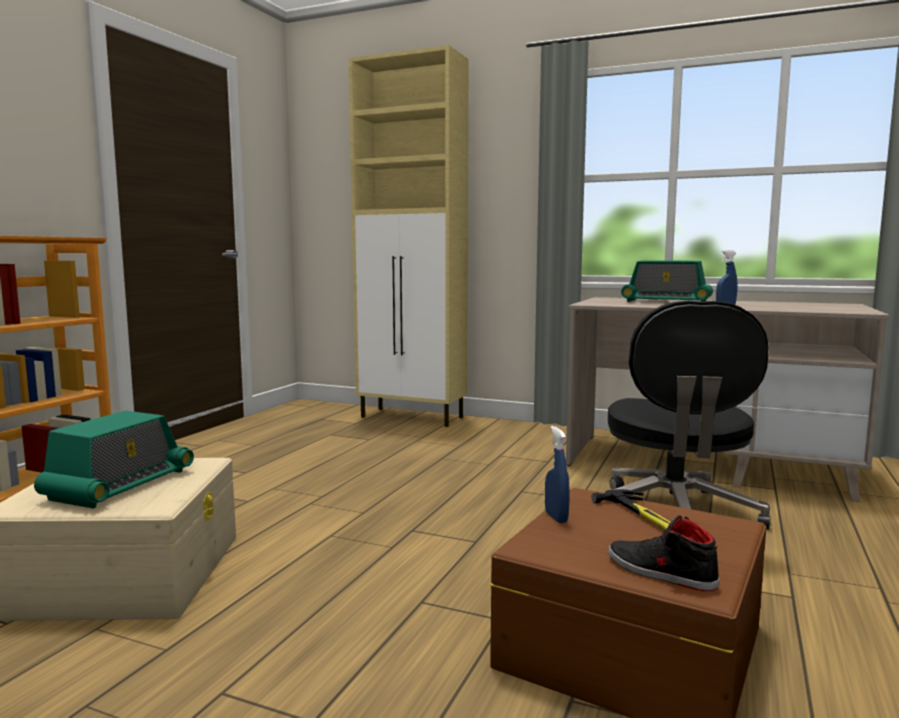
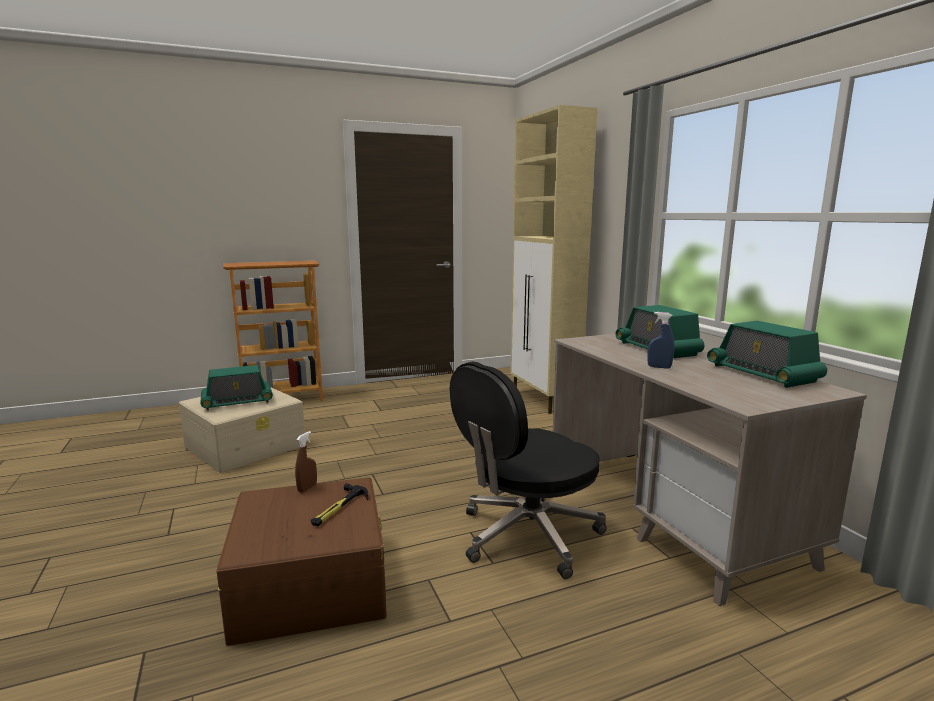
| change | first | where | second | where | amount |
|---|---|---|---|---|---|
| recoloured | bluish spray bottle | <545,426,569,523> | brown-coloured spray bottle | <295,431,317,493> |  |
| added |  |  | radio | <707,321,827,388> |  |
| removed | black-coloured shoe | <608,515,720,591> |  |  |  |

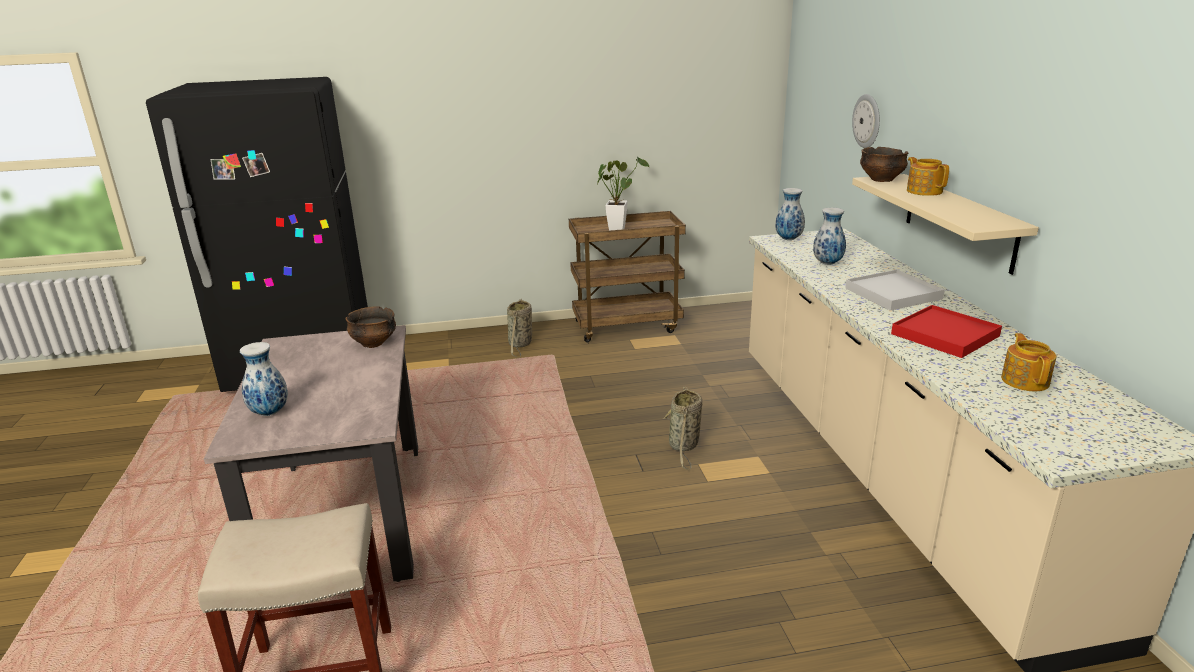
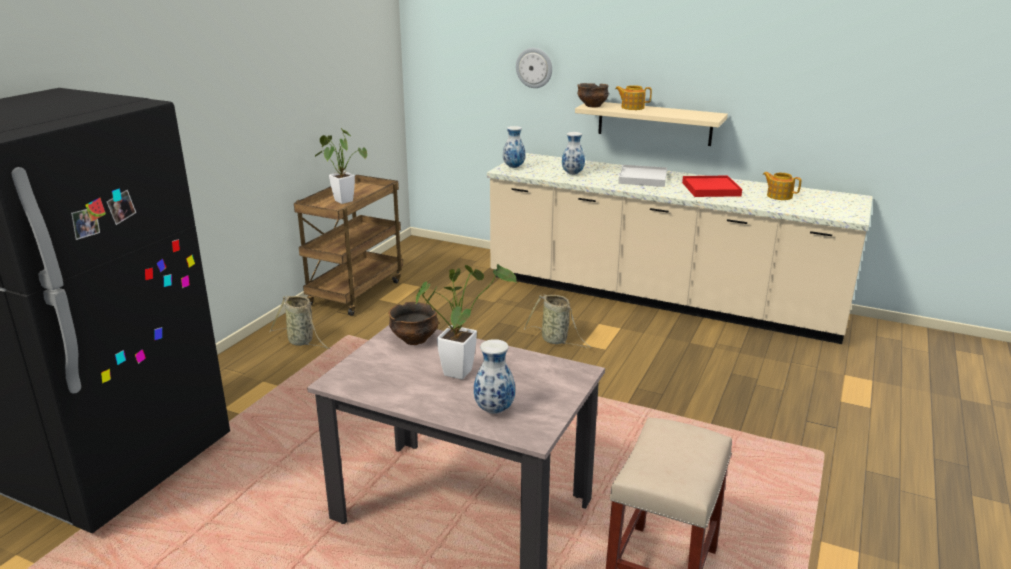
| change | first | where | second | where | amount |
|---|---|---|---|---|---|
| added |  |  | potted plant | <416,264,517,379> |  |

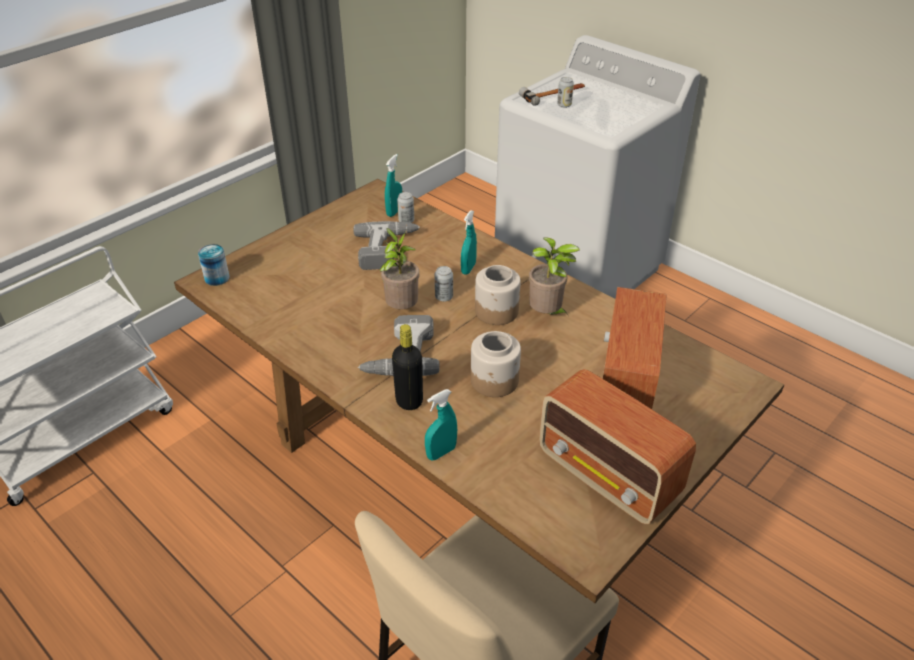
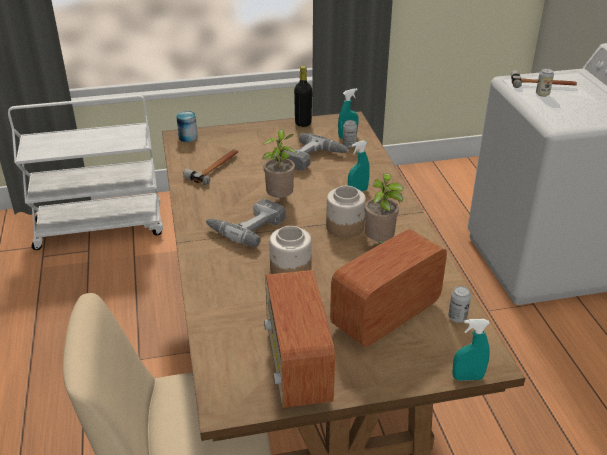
| change | first | where | second | where | amount |
|---|---|---|---|---|---|
| added |  |  | hand hammer | <183,149,239,185> |  |
| moved | black-coloured beverage bottle | <392,324,423,410> |  | <294,66,312,127> |  |
| moved | sealed can | <435,266,453,302> |  | <448,286,471,323> |  |
| moved | turquoise-coloured spray bottle | <425,389,457,460> |  | <452,319,490,381> |  |

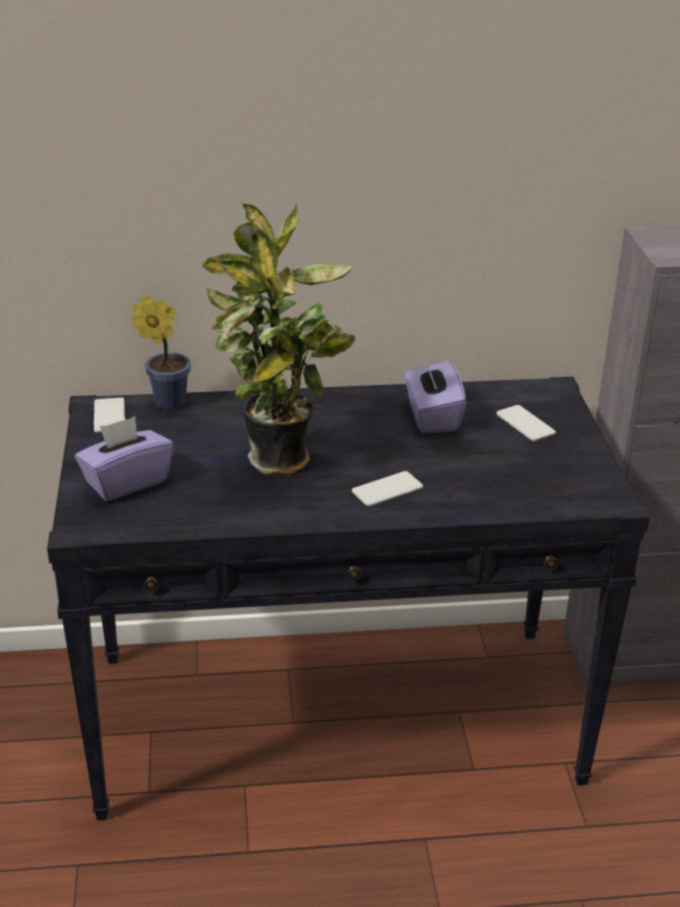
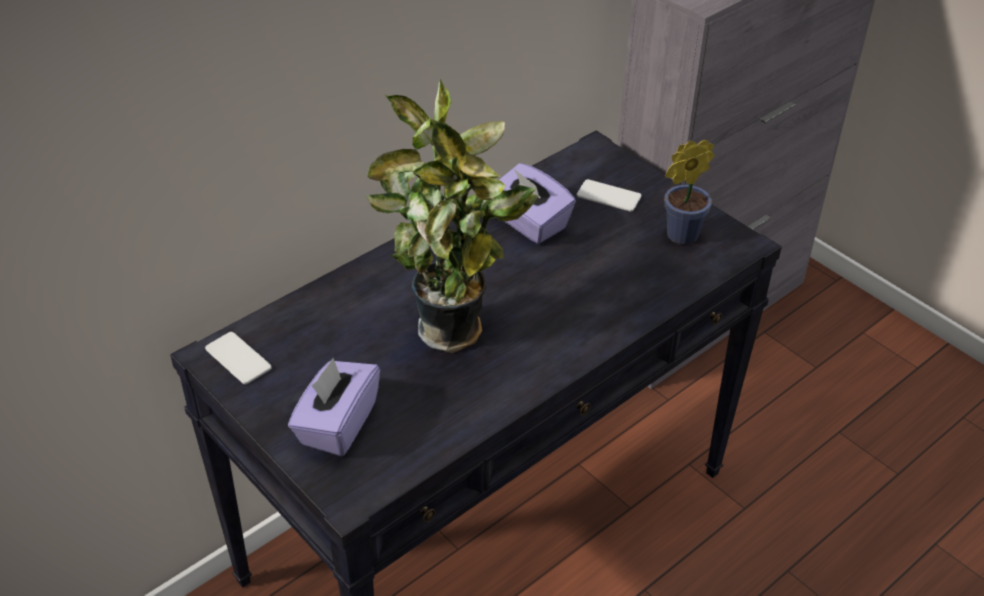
| change | first | where | second | where | amount |
|---|---|---|---|---|---|
| moved | potted plant | <131,295,191,410> |  | <664,140,715,245> |  |
| removed | phone | <352,471,423,506> |  |  |  |

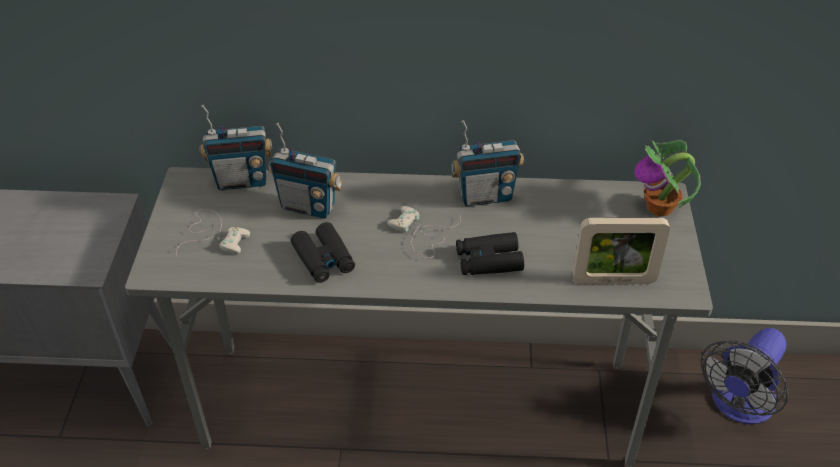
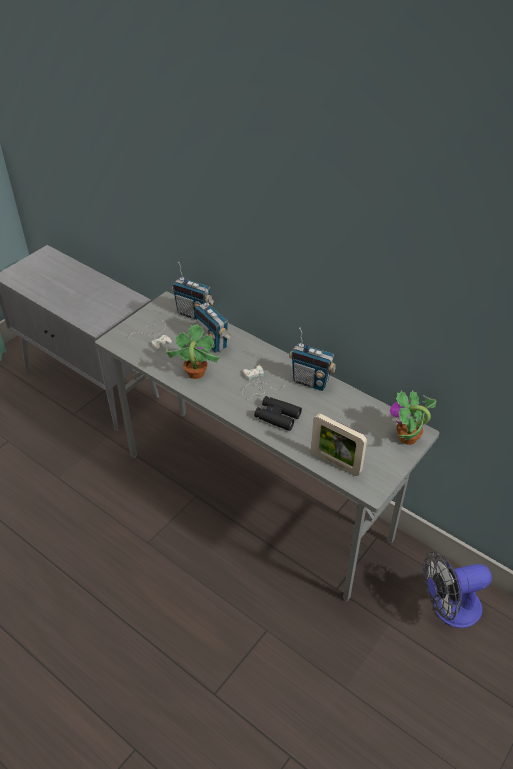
| change | first | where | second | where | amount |
|---|---|---|---|---|---|
| replaced | black-coloured field glasses | <291,222,355,283> | potted plant | <166,324,223,379> |  |

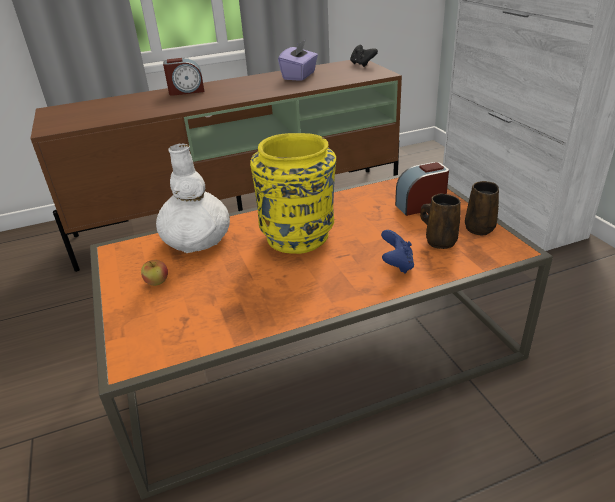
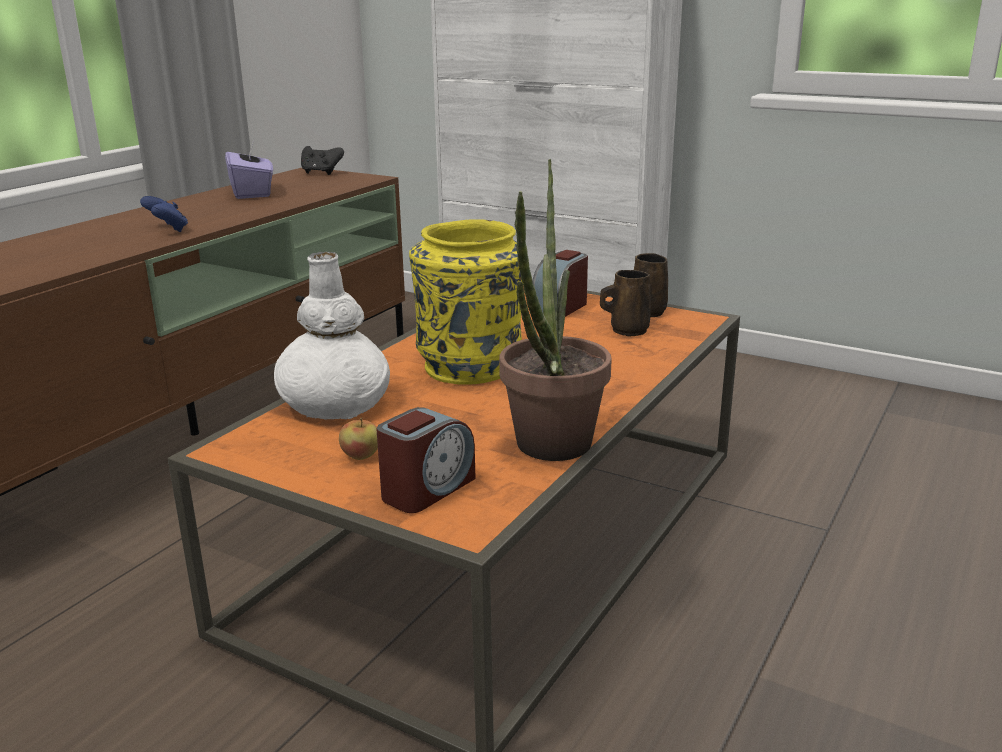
| change | first | where | second | where | amount |
|---|---|---|---|---|---|
| moved | bluish game controller | <381,230,414,274> |  | <140,196,188,232> |  |
| moved | alarm clock | <163,58,204,96> |  | <376,407,476,513> |  |
| added |  |  | potted plant | <499,159,612,461> |  |

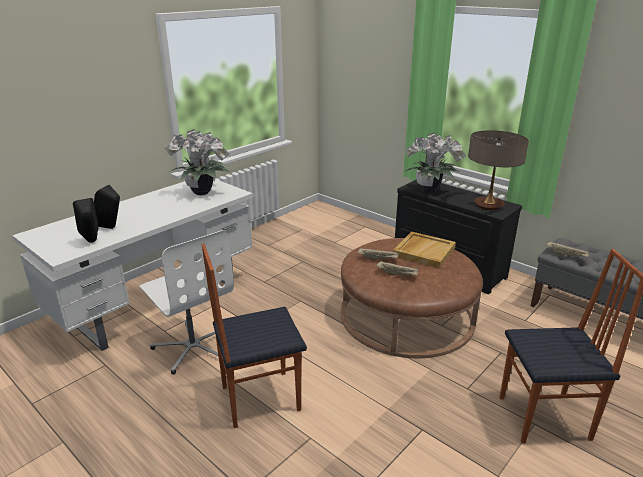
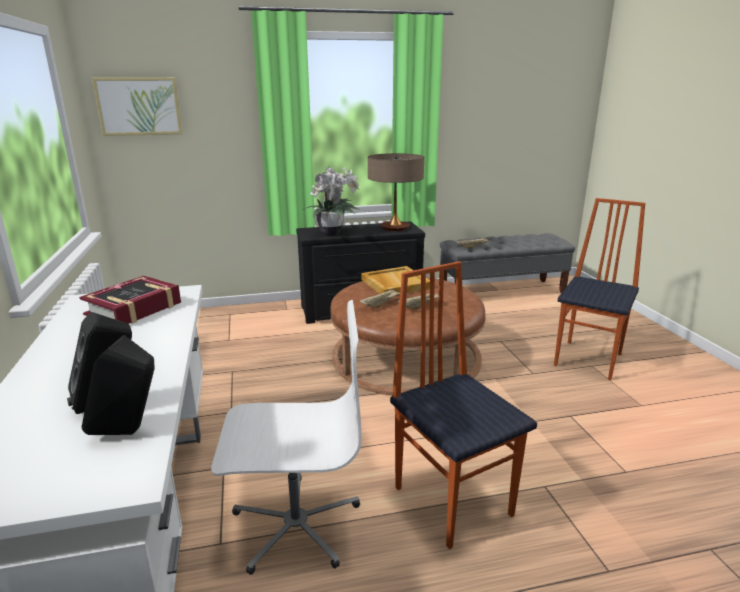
| change | first | where | second | where | amount |
|---|---|---|---|---|---|
| replaced | potted plant | <165,129,229,195> | bound book | <79,276,181,324> |  |
| added |  |  | wall picture | <92,77,183,136> |  |
| turned | plain chair | <202,244,307,428> |  | <390,261,537,549> | 135 degrees clockwise |

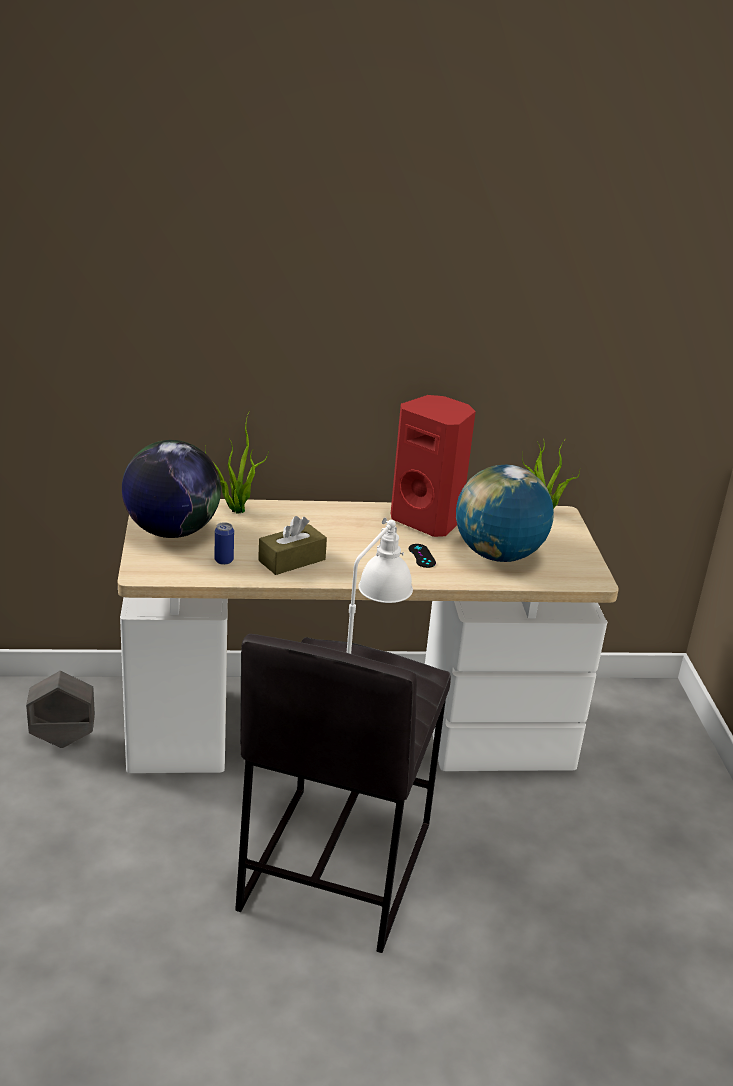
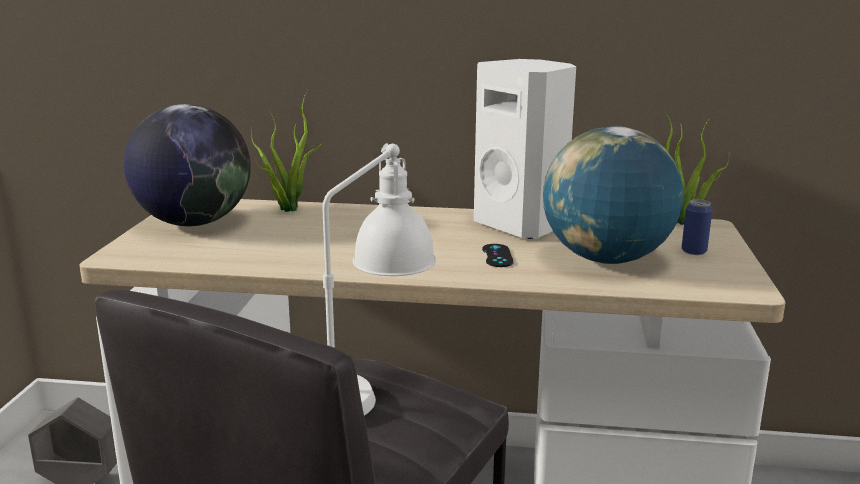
| change | first | where | second | where | amount |
|---|---|---|---|---|---|
| recoloured | red-coloured speaker | <391,395,476,537> | whitish speaker | <474,59,576,239> |  |
| moved | sealed can | <215,522,234,565> |  | <682,199,712,255> |  |
| removed | brown-coloured tissue holder | <258,516,327,575> |  |  |  |

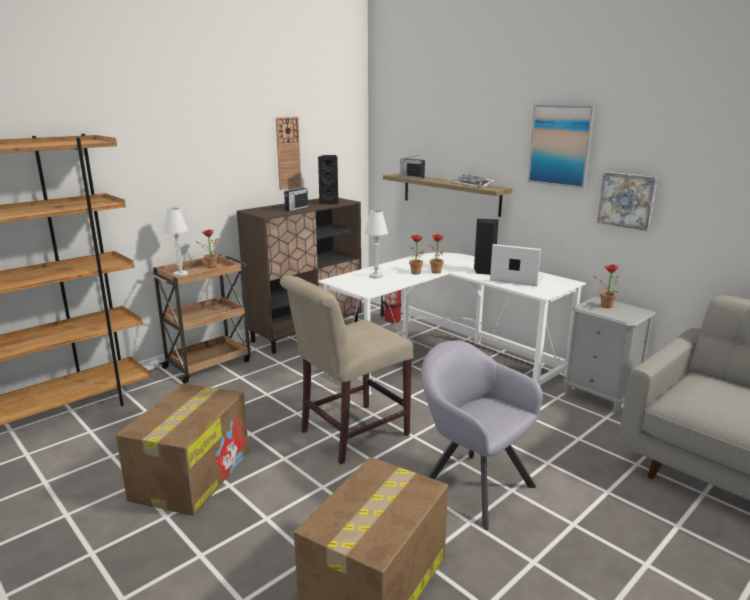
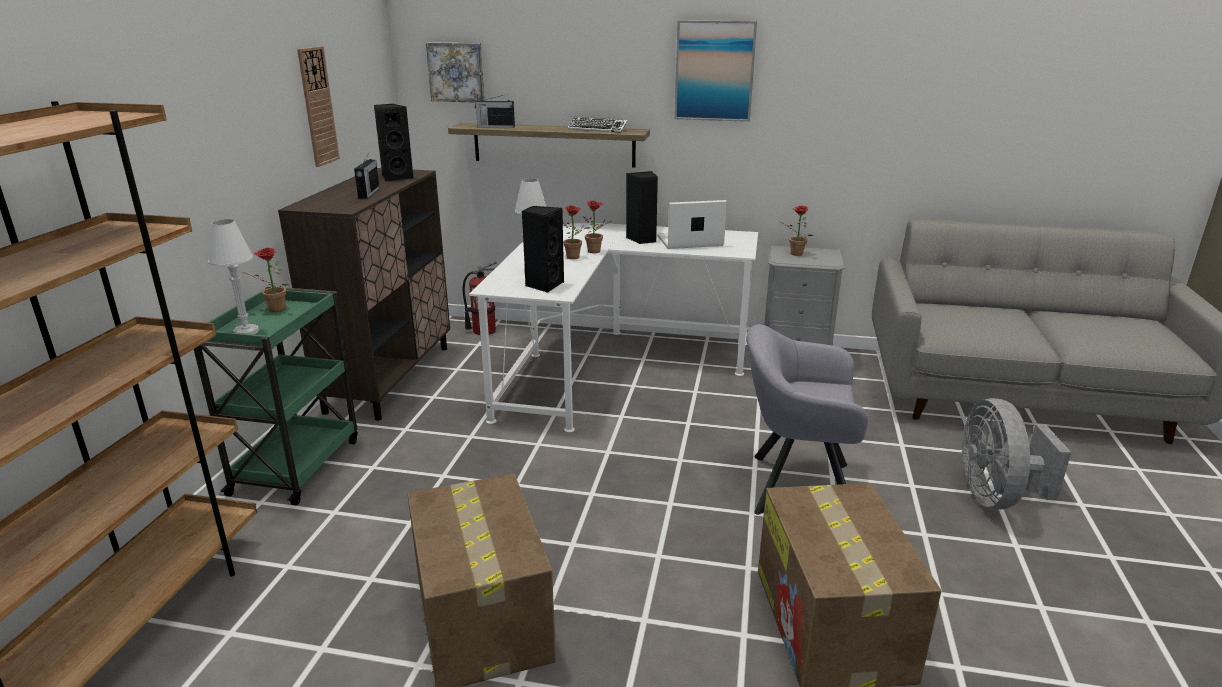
| change | first | where | second | where | amount |
|---|---|---|---|---|---|
| recoloured | brown-coloured wheeled cart | <147,254,251,383> | greenish wheeled cart | <194,287,358,505> |  |
| moved | wall picture | <597,172,658,231> |  | <426,42,485,103> |  |
| added |  |  | black-coloured speaker | <522,206,564,293> |  |
| added |  |  | grey cooling fan | <962,398,1071,510> |  |
| removed | beige-coloured plain chair | <280,275,413,464> |  |  |  |

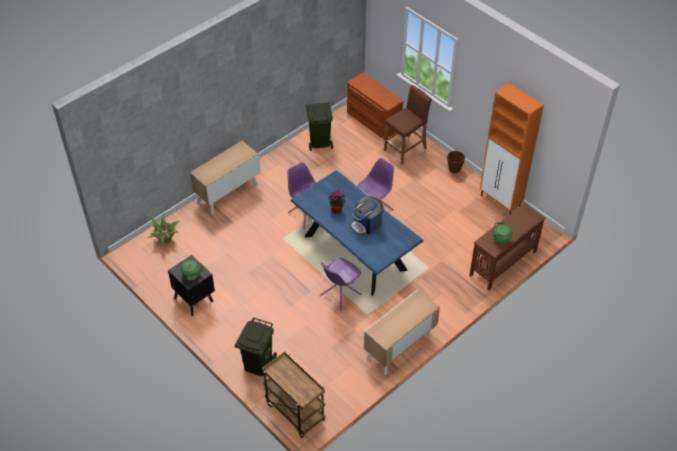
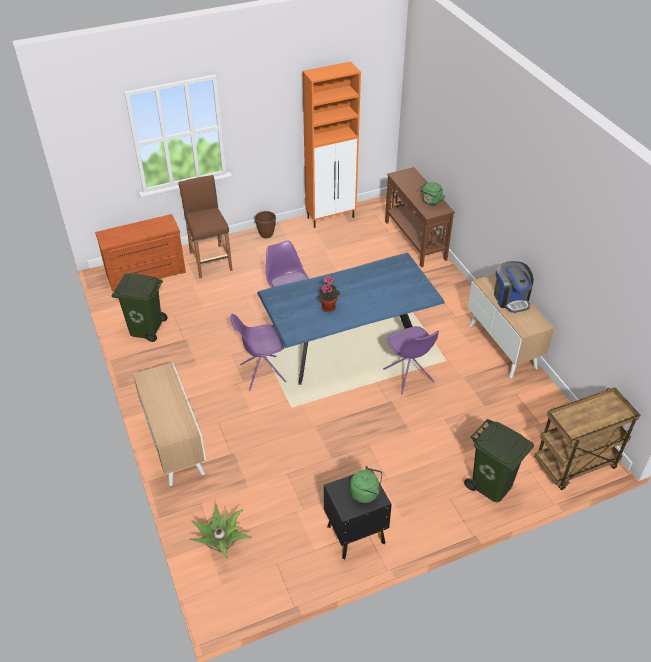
| change | first | where | second | where | amount |
|---|---|---|---|---|---|
| moved | coffee brewer | <350,196,384,235> |  | <494,261,534,313> |  |

